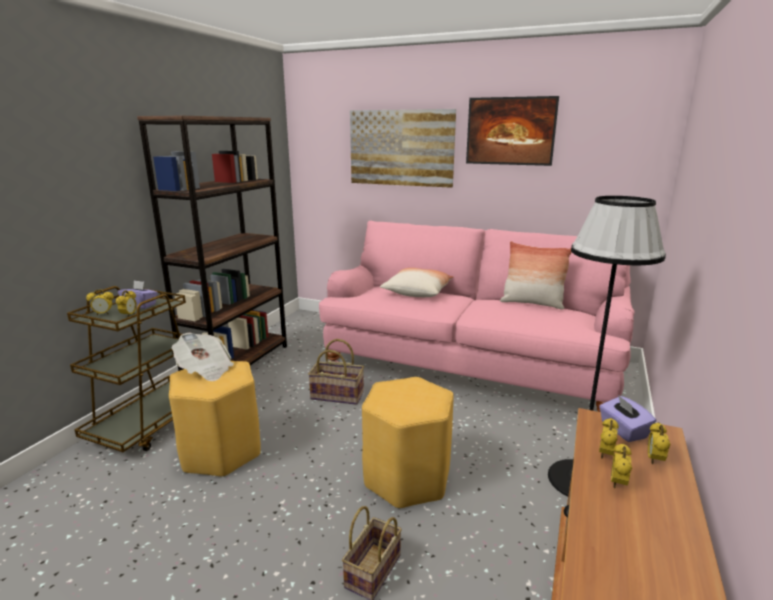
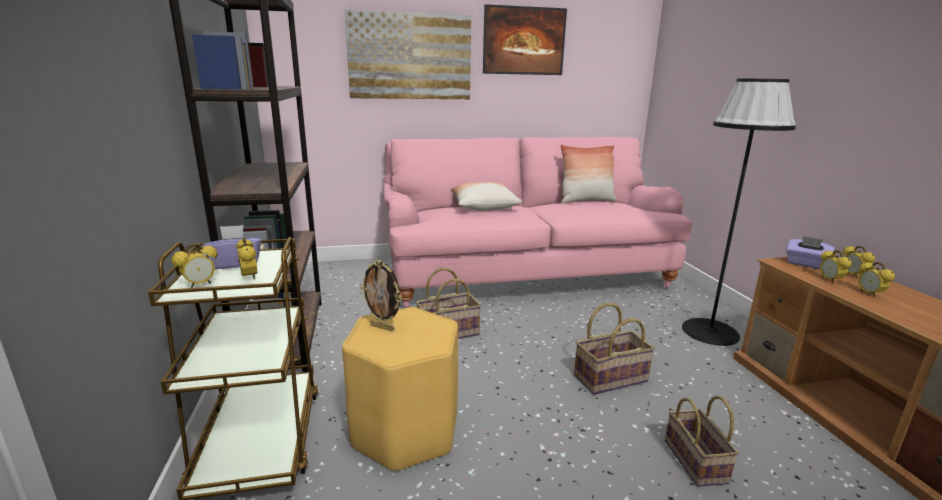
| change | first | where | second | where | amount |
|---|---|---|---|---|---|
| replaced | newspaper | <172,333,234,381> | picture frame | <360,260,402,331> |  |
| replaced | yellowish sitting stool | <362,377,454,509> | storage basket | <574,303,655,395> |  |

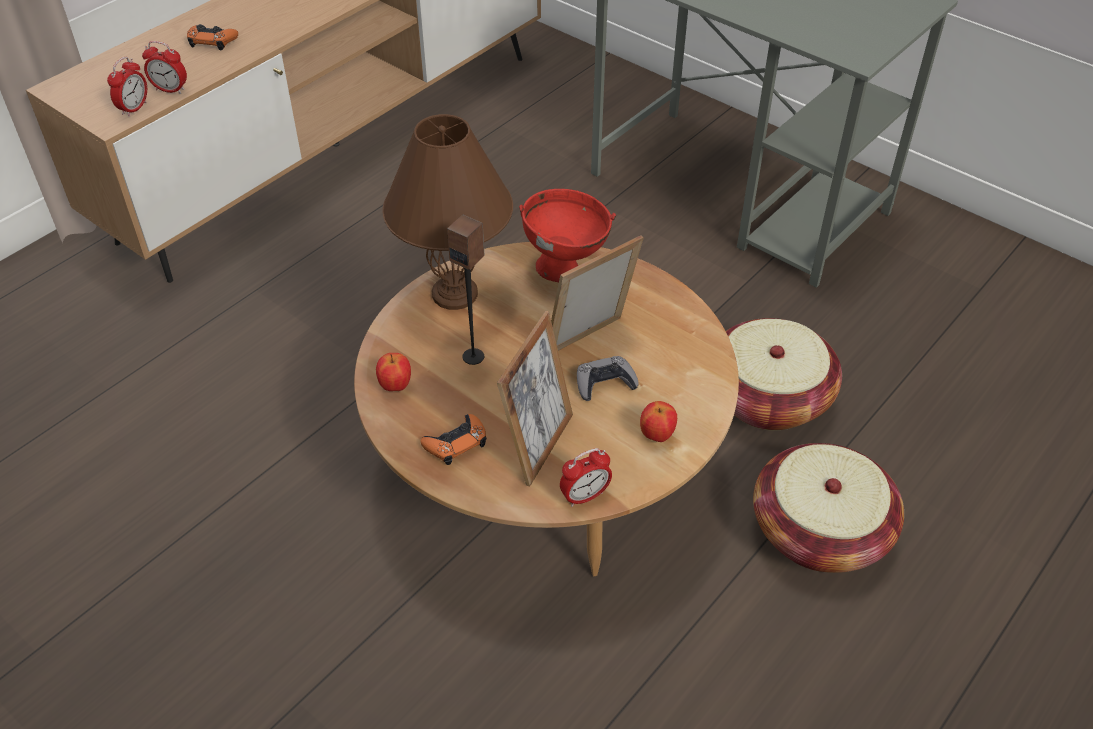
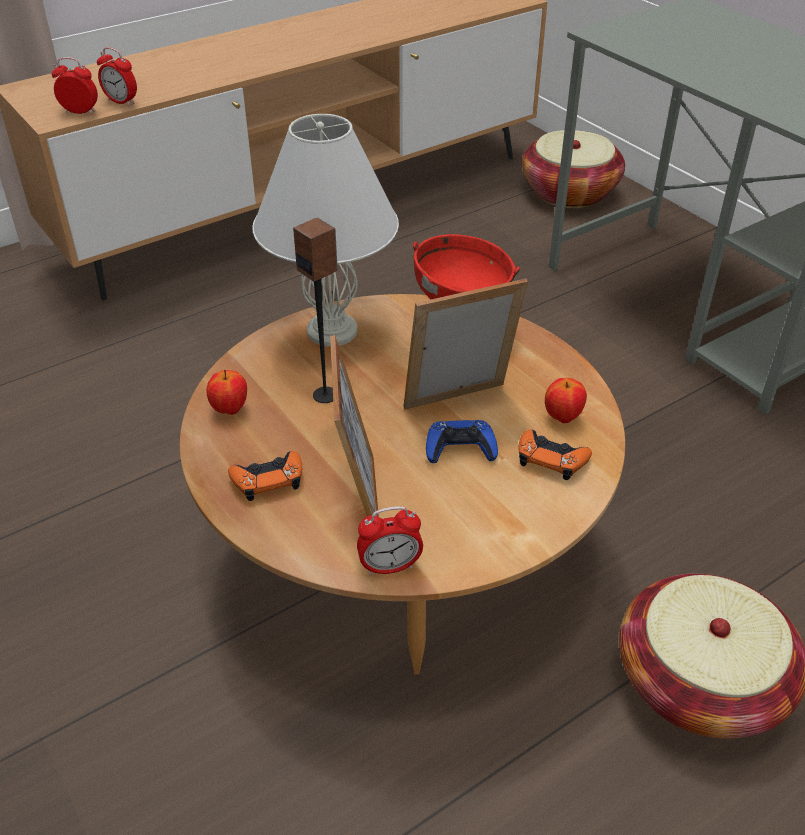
| change | first | where | second | where | amount |
|---|---|---|---|---|---|
| turned | alarm clock | <107,57,147,117> |  | <52,57,98,115> | 120 degrees counterclockwise |
| recoloured | brown-coloured tabletop lamp | <382,114,513,310> | whitish tabletop lamp | <252,114,399,347> |  |
| turned | picture frame | <497,311,573,486> |  | <330,335,379,517> | 45 degrees counterclockwise |
| recoloured | grey game controller | <577,356,639,401> | bluish game controller | <426,420,498,463> |  |
| moved | orange game controller | <187,24,238,50> |  | <518,430,592,480> |  |
| moved | storage basket | <726,318,842,430> |  | <522,130,625,208> |  |
| moved | apple | <640,401,677,442> |  | <545,378,587,423> |  |

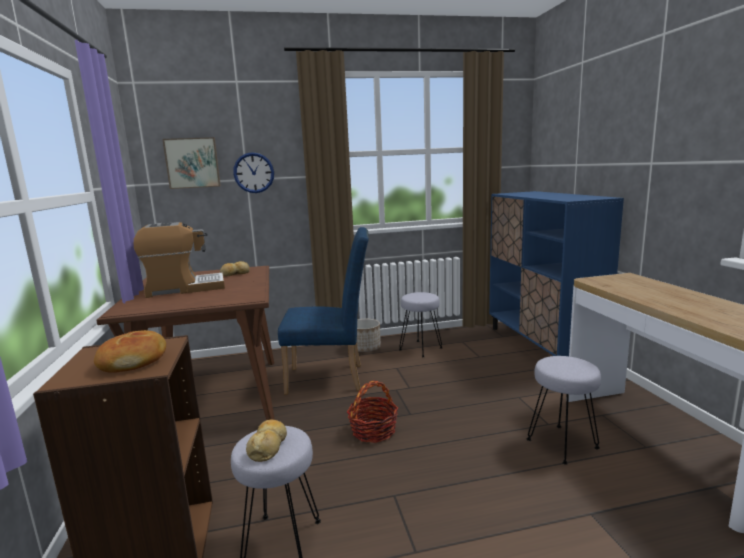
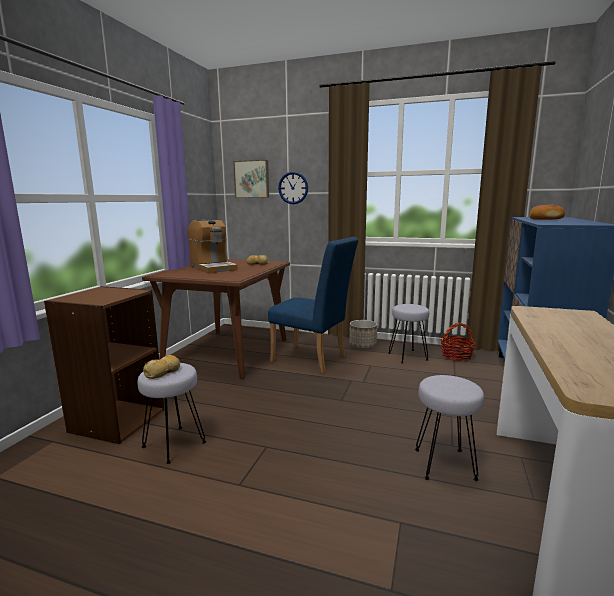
| change | first | where | second | where | amount |
|---|---|---|---|---|---|
| turned | coffee brewer | <134,222,225,298> |  | <188,219,238,274> | 45 degrees clockwise |
| moved | storage basket | <347,381,398,443> |  | <440,323,476,361> |  |
| moved | bread | <94,330,166,373> |  | <530,204,565,220> |  |

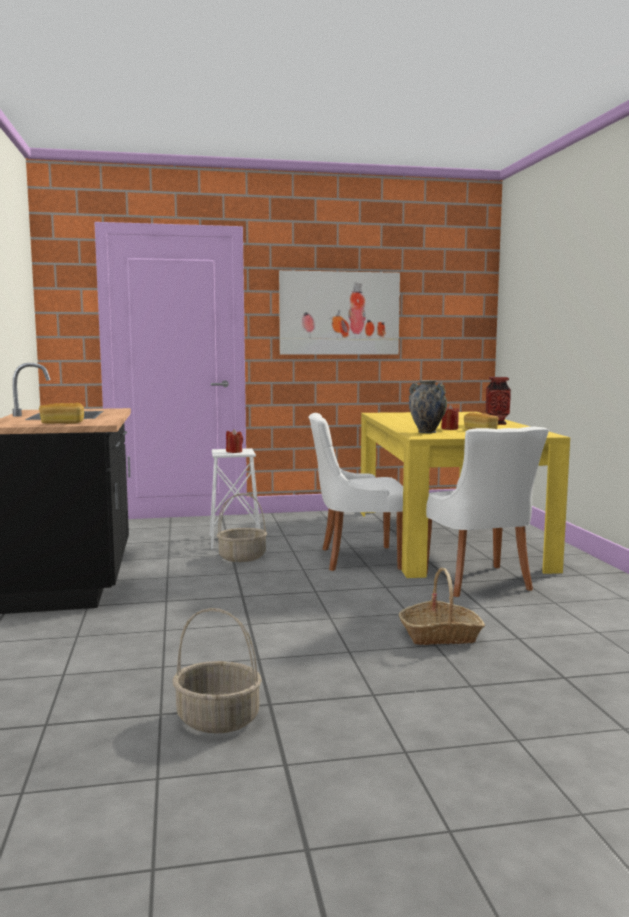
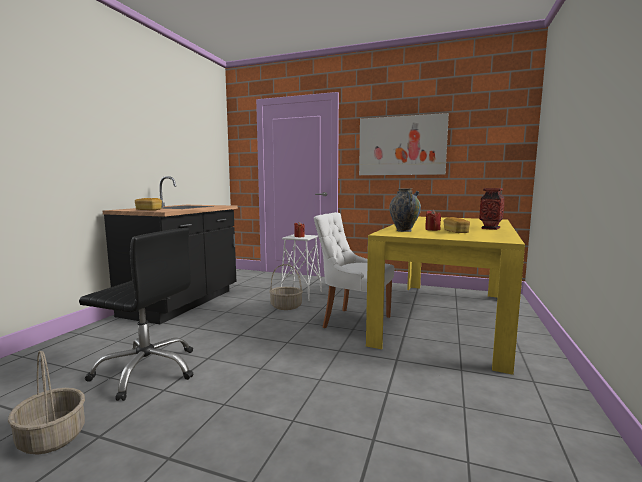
| change | first | where | second | where | amount |
|---|---|---|---|---|---|
| added |  |  | black-coloured computer chair | <79,228,194,401> |  |
| removed | storage basket | <399,567,485,645> |  |  |  |
| removed | whitish plain chair | <426,427,549,597> |  |  |  |

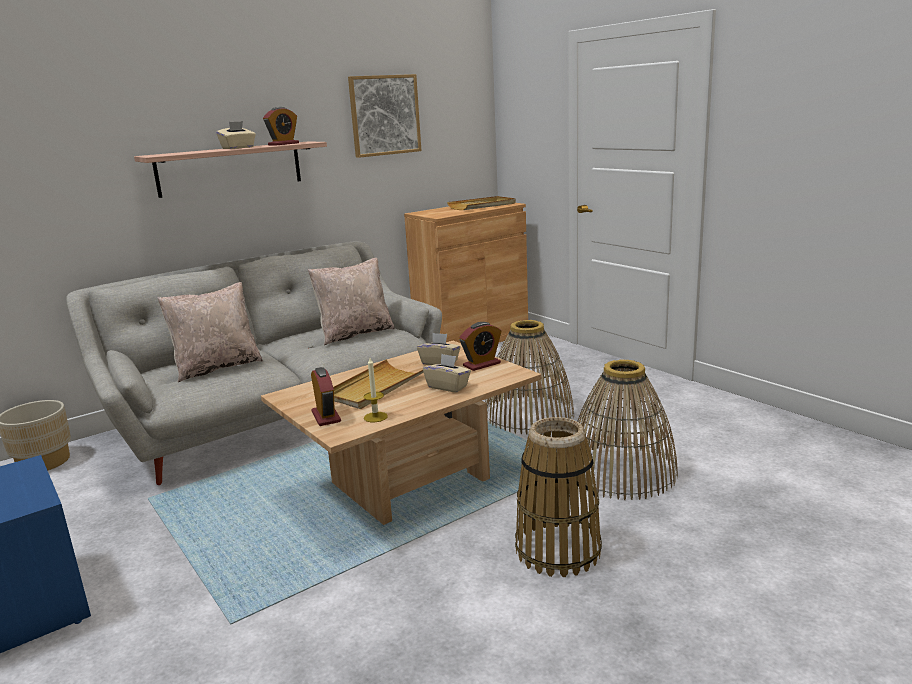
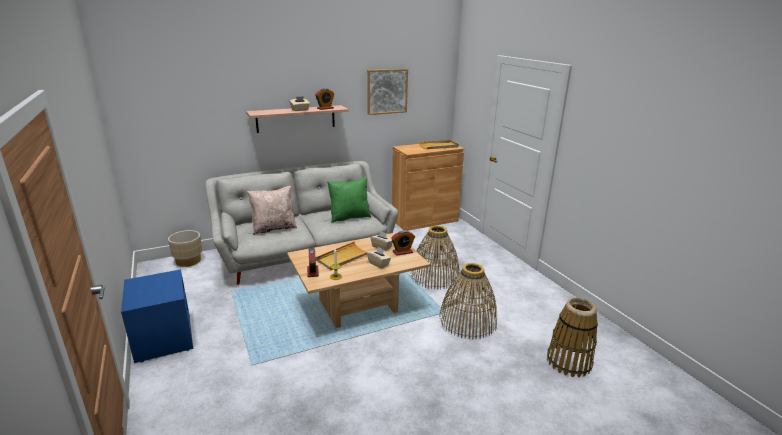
| change | first | where | second | where | amount |
|---|---|---|---|---|---|
| recoloured | beige-coloured throw pillow | <308,258,395,345> | greenish throw pillow | <327,177,371,223> |  |
| moved | storage basket | <515,417,602,577> |  | <547,298,598,377> |  |

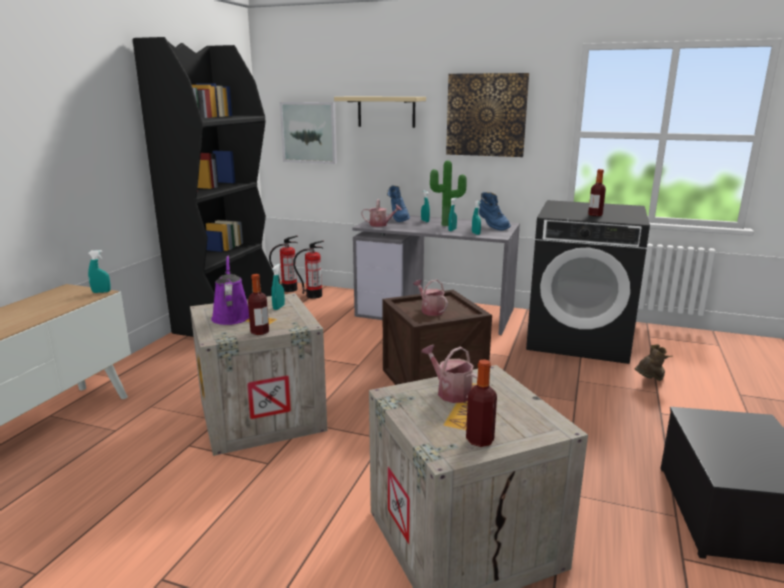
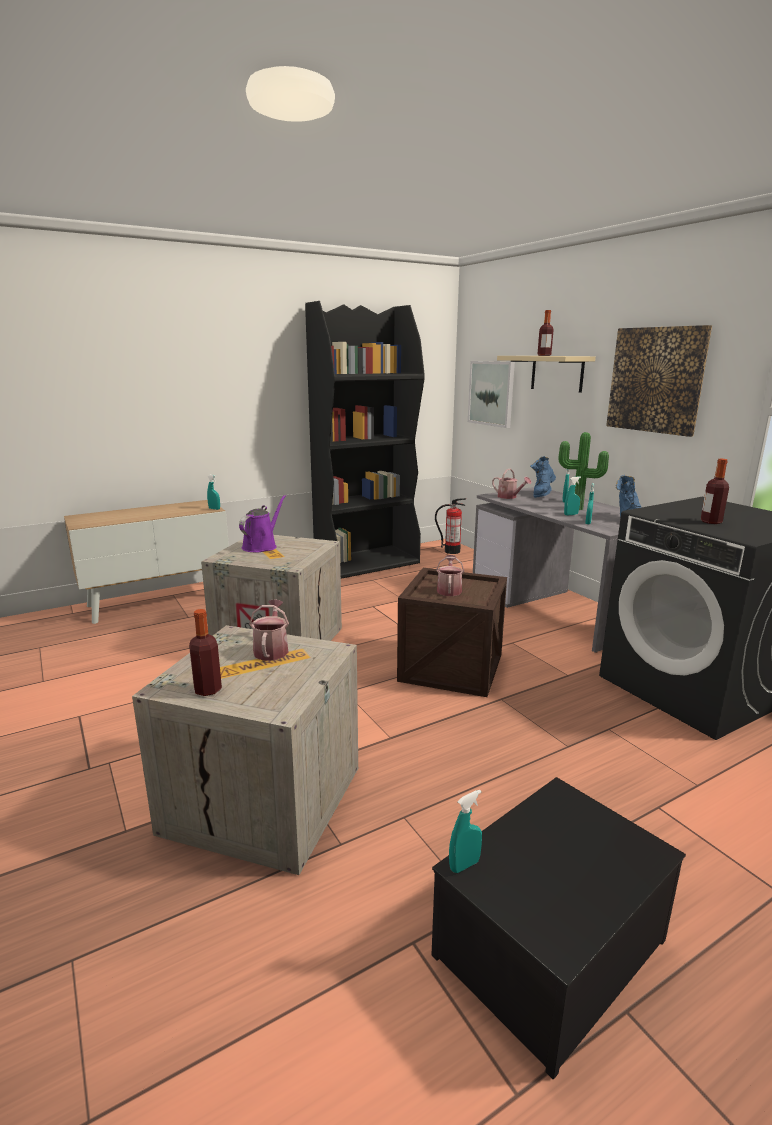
| change | first | where | second | where | amount |
|---|---|---|---|---|---|
| moved | turquoise-coloured spray bottle | <271,264,285,310> |  | <449,790,482,873> |  |
| moved | beverage bottle | <248,274,269,335> |  | <537,310,554,356> |  |
| removed | extinguisher | <293,241,324,299> |  |  |  |
| removed | brown-coloured high-top boot | <634,344,673,381> |  |  |  |

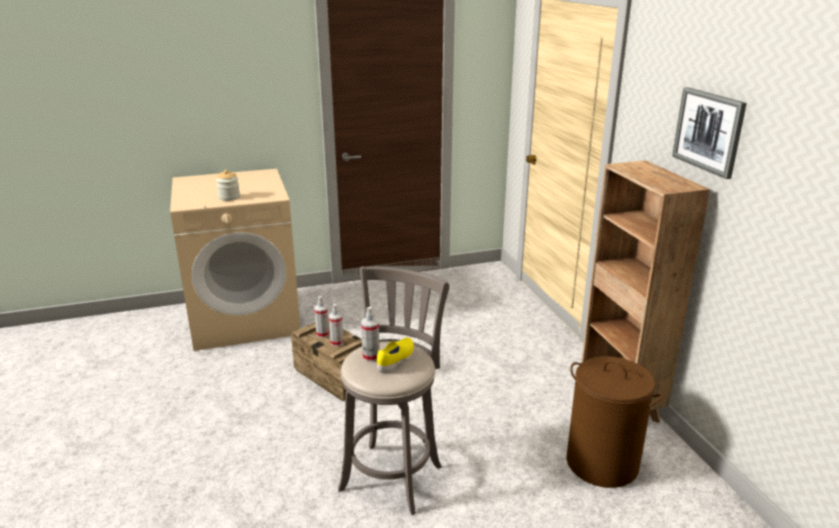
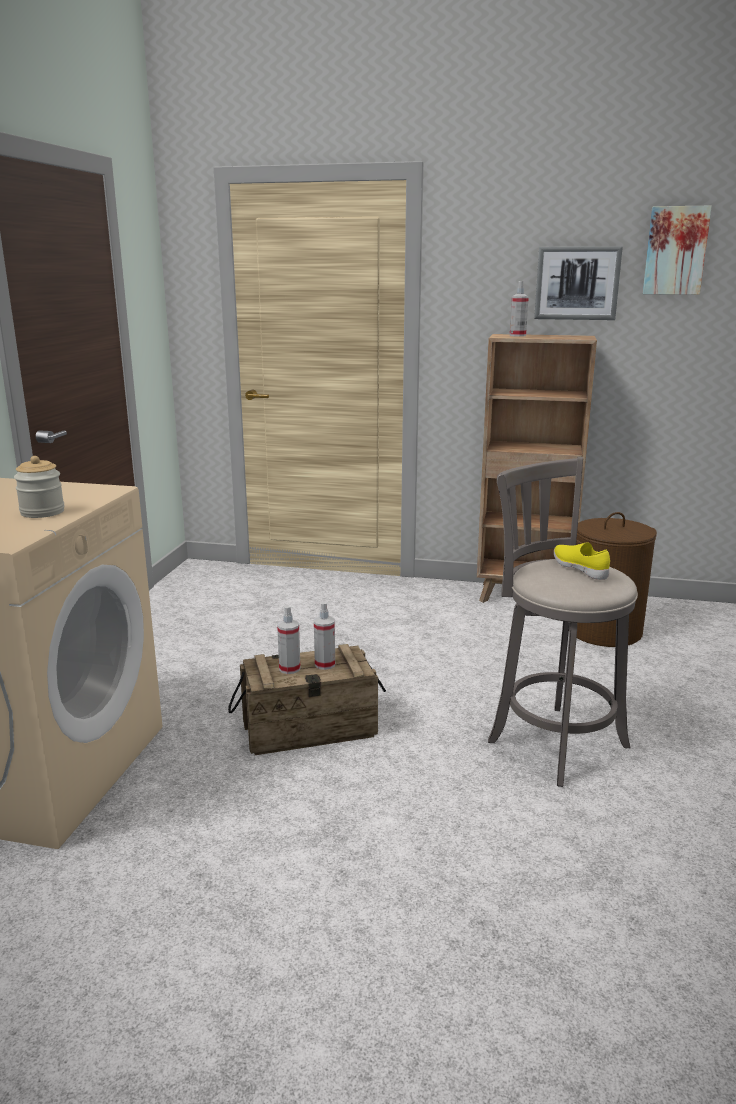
| change | first | where | second | where | amount |
|---|---|---|---|---|---|
| moved | spray bottle | <361,307,380,362> |  | <510,281,529,337> |  |
| added |  |  | wall picture | <642,206,712,295> |  |

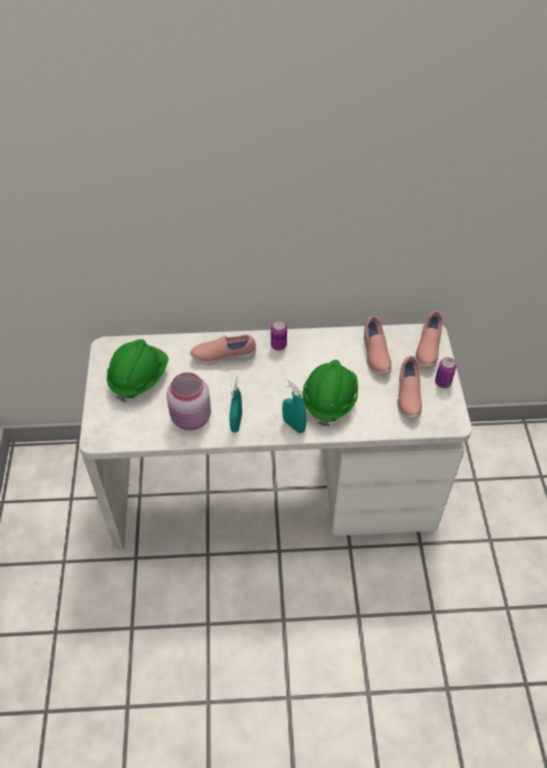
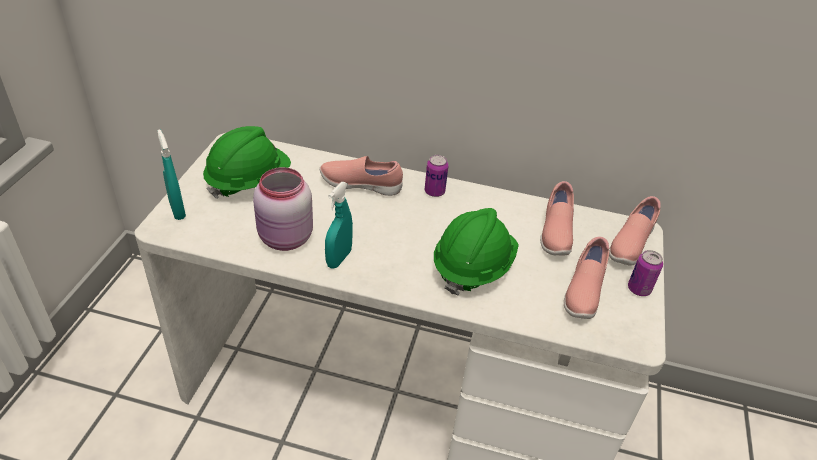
| change | first | where | second | where | amount |
|---|---|---|---|---|---|
| moved | turquoise-coloured spray bottle | <282,376,307,433> |  | <157,129,186,220> |  |

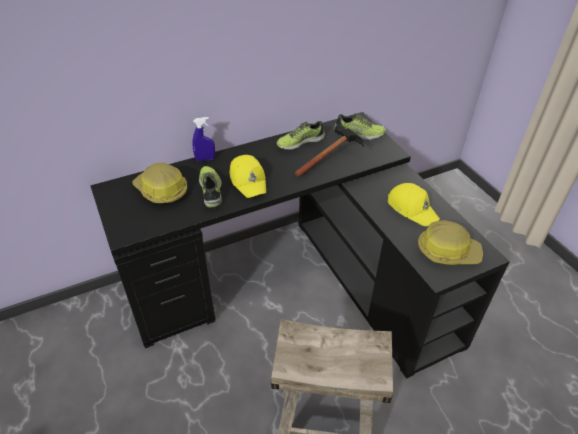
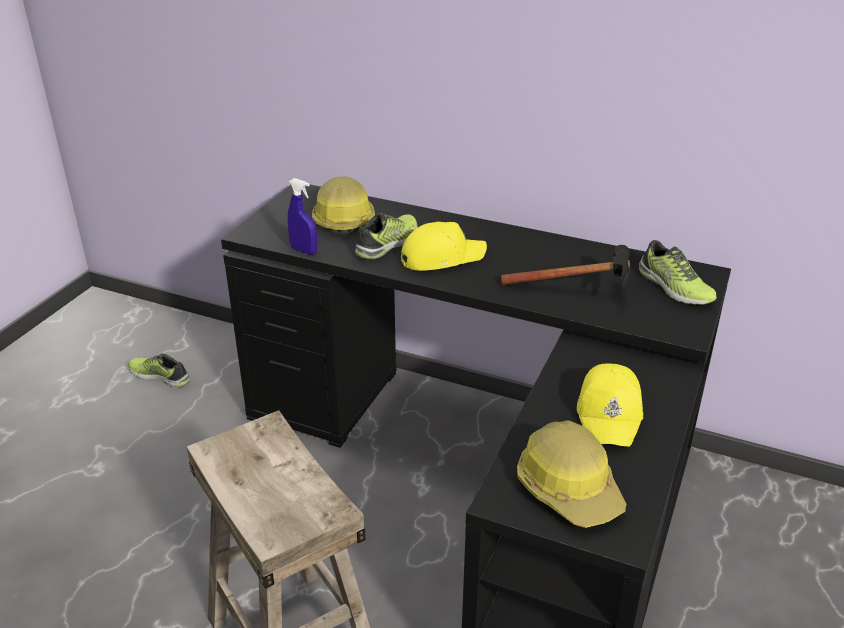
| change | first | where | second | where | amount |
|---|---|---|---|---|---|
| moved | shoe | <277,121,325,150> |  | <128,353,190,388> |  |
| moved | bluish spray bottle | <192,117,215,161> |  | <288,178,317,255> |  |
| turned | yellowish baseball cap | <230,155,266,198> |  | <401,222,487,271> | 135 degrees counterclockwise |

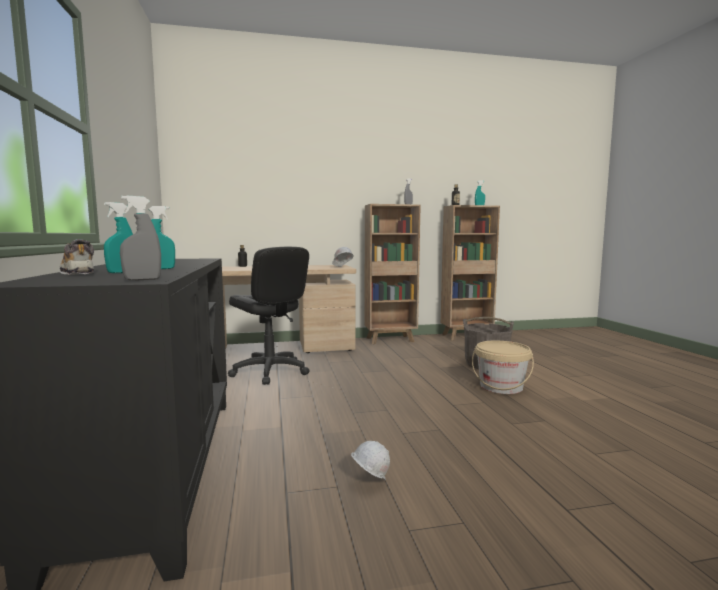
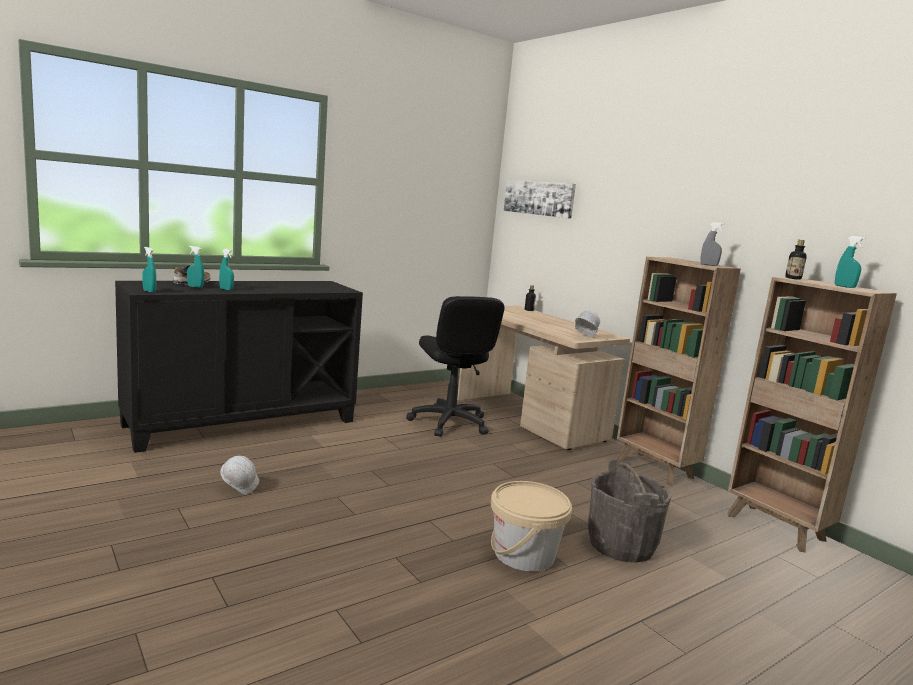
| change | first | where | second | where | amount |
|---|---|---|---|---|---|
| recoloured | grey spray bottle | <120,195,161,280> | turquoise-coloured spray bottle | <142,247,157,293> |  |
| turned | black-coloured computer chair | <228,247,310,385> |  | <406,296,505,437> | 45 degrees counterclockwise |
| added |  |  | wall picture | <504,180,576,219> |  |

